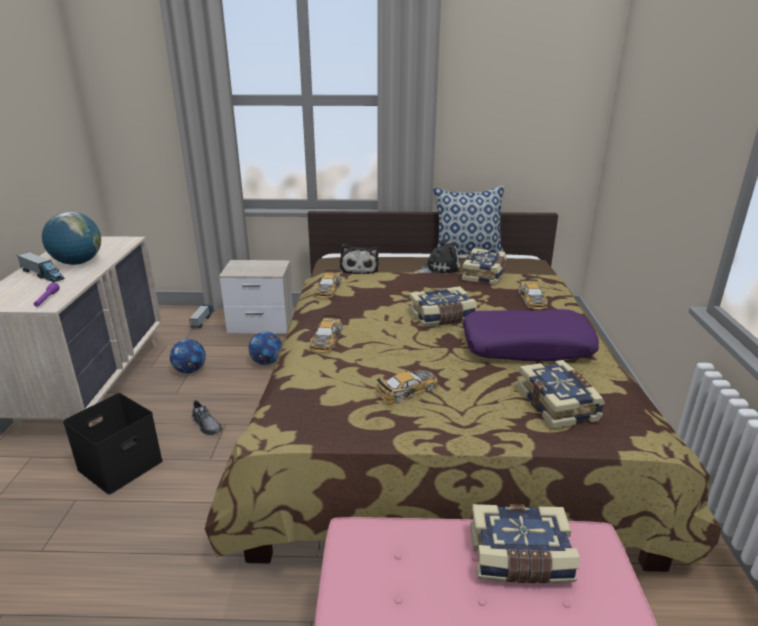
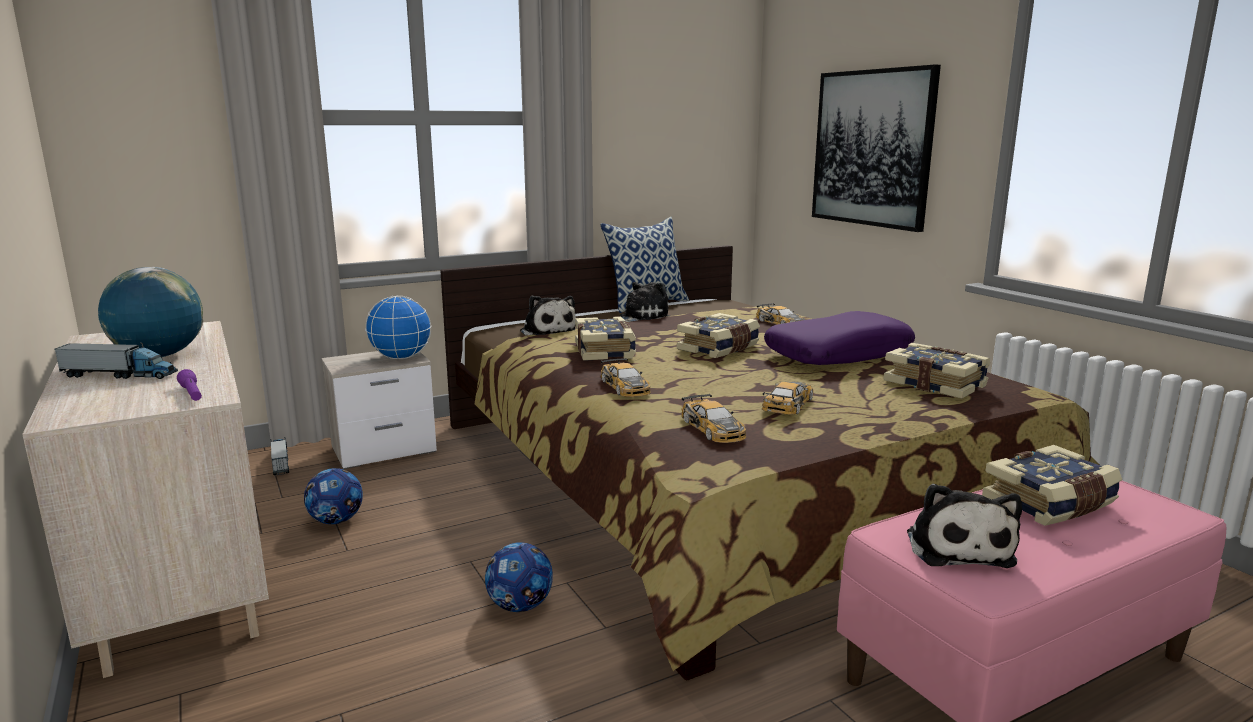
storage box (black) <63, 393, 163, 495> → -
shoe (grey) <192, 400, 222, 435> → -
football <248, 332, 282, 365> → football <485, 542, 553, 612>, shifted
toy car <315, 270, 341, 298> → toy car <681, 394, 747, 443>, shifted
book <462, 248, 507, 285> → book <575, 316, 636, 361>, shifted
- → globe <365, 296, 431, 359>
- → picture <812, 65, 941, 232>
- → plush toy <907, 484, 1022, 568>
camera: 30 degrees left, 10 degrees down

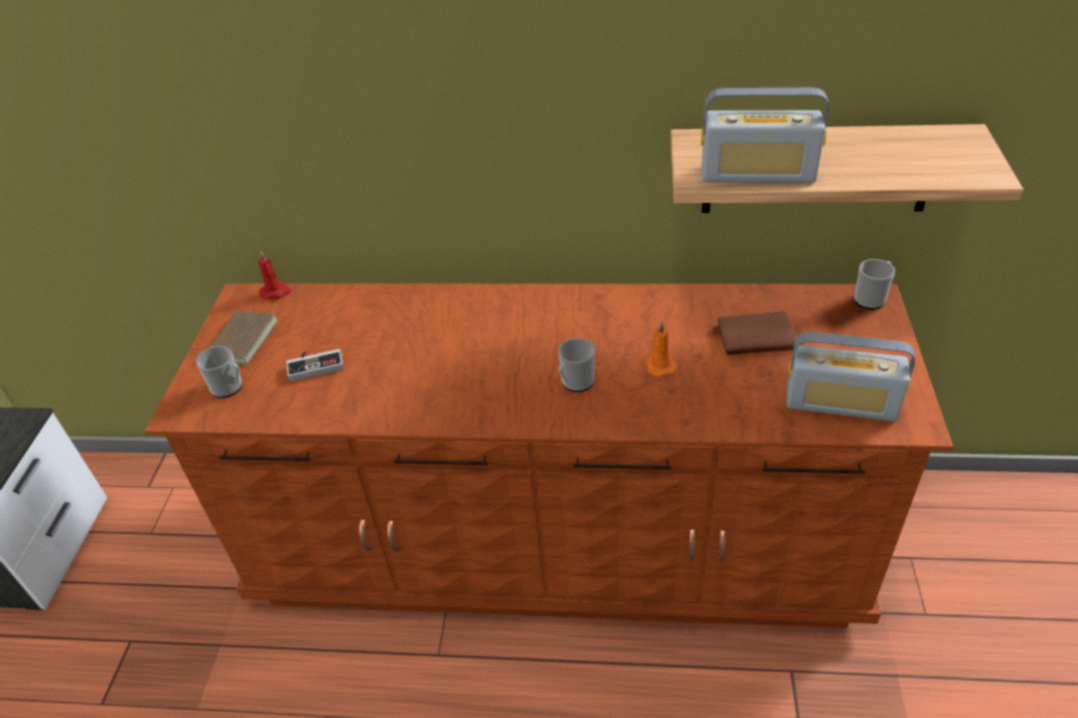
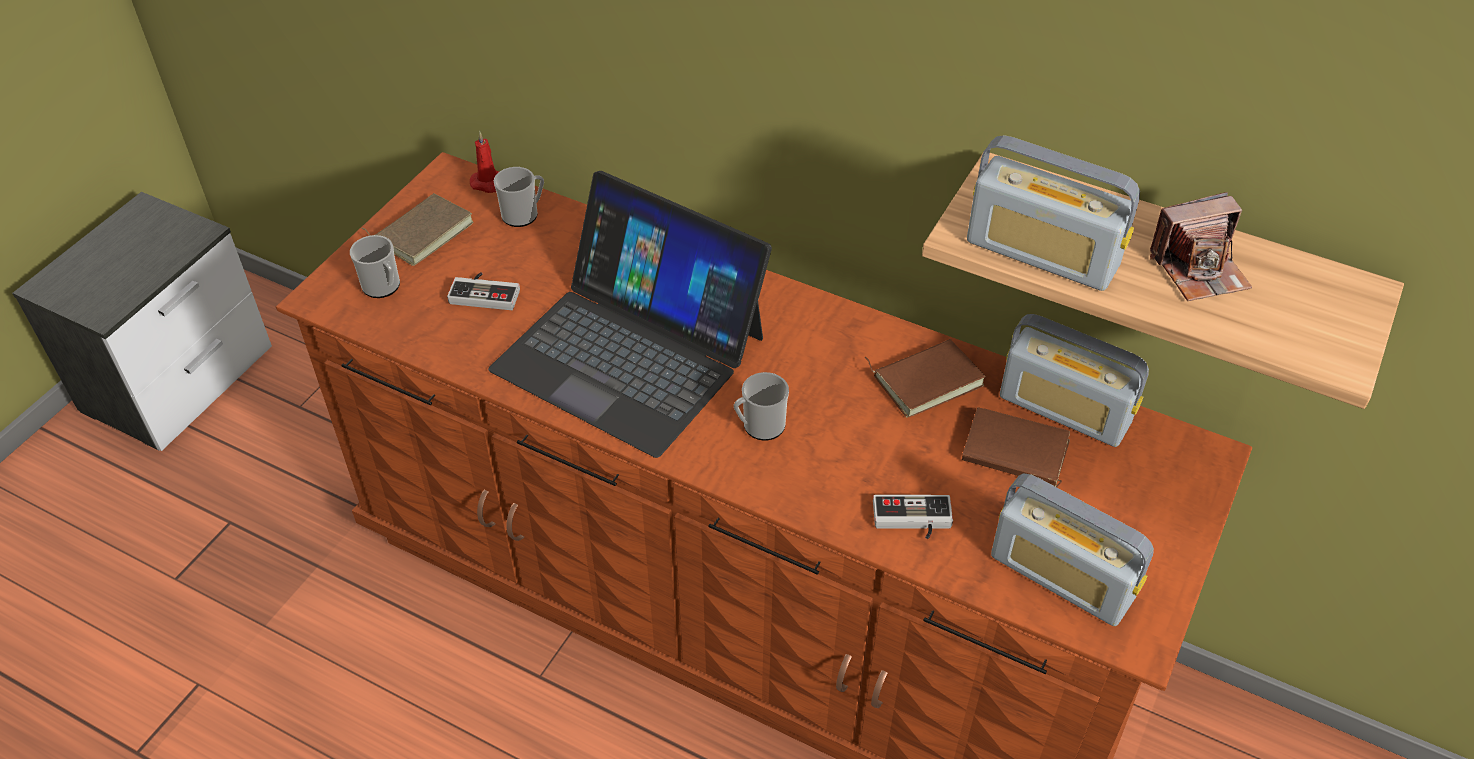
candle (orange) <645, 322, 677, 377> → -
mug <854, 259, 896, 309> → mug <494, 167, 544, 227>, shifted
- → laptop <488, 171, 772, 458>
- → book (brown) <864, 339, 985, 417>
- → game controller <873, 495, 953, 539>
- → radio <1000, 314, 1149, 447>
- → photo camera <1150, 192, 1252, 301>
camera: 20 degrees right, 5 degrees up

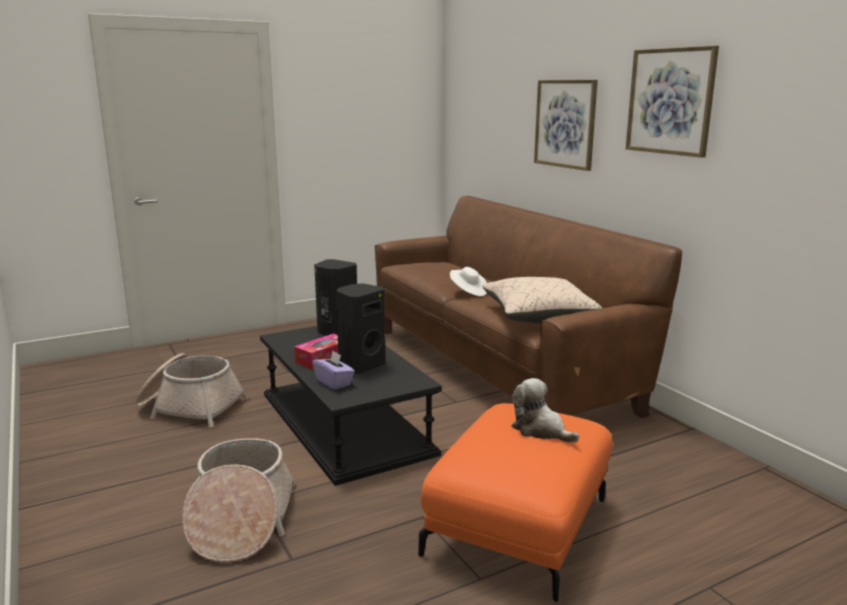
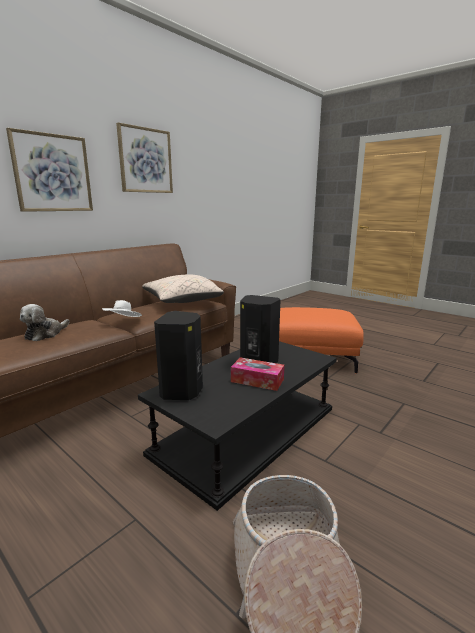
basket <182, 438, 296, 563> → -
tissue box (purple) <313, 351, 355, 390> → -
plush toy <511, 378, 579, 443> → plush toy <20, 304, 69, 341>, shifted
camera: 110 degrees left, 0 degrees up

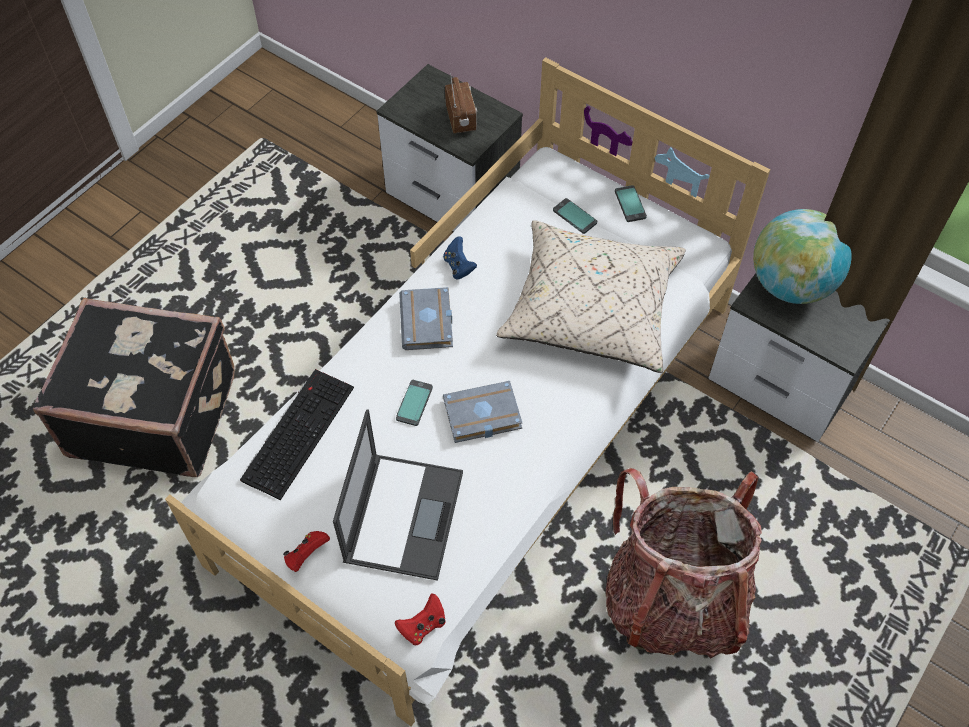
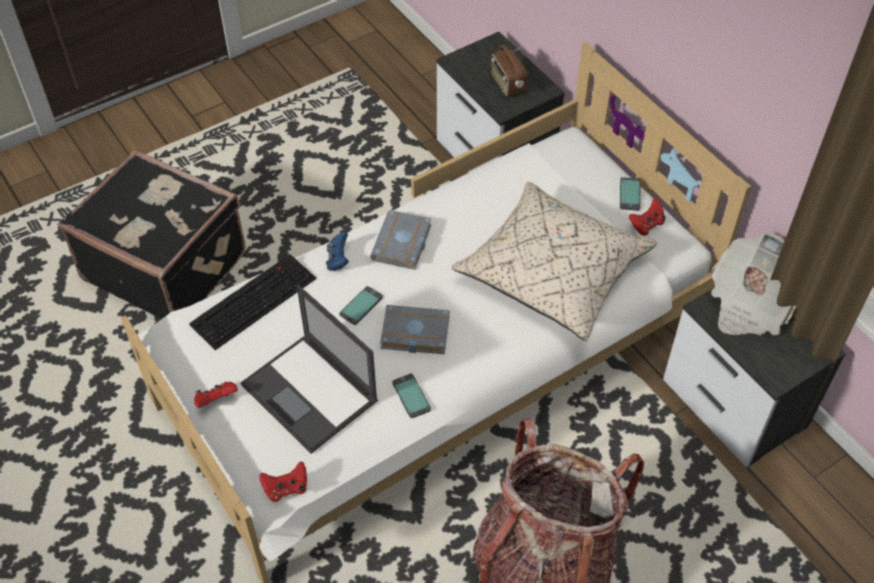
laptop <333, 409, 463, 581> → laptop <241, 285, 378, 454>, 105 degrees clockwise
game controller (blue) <443, 236, 477, 280> → game controller (blue) <326, 231, 349, 271>, shifted
radio <445, 73, 477, 133> → radio <491, 45, 528, 96>, 150 degrees clockwise
phone <553, 198, 597, 234> → phone <392, 373, 431, 418>, shifted
globe <753, 209, 852, 304> → newspaper <711, 233, 796, 336>
- → game controller (red) <629, 198, 666, 236>
camera: 20 degrees right, 5 degrees down

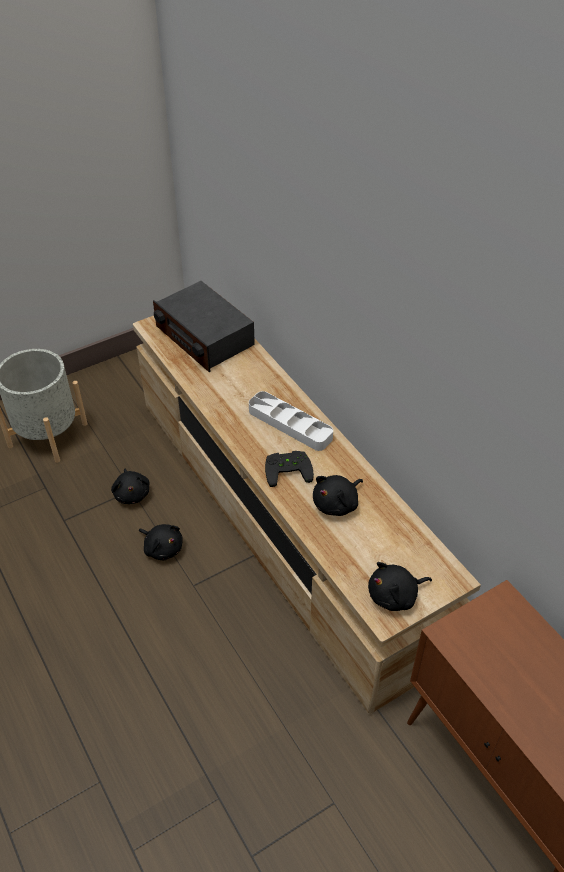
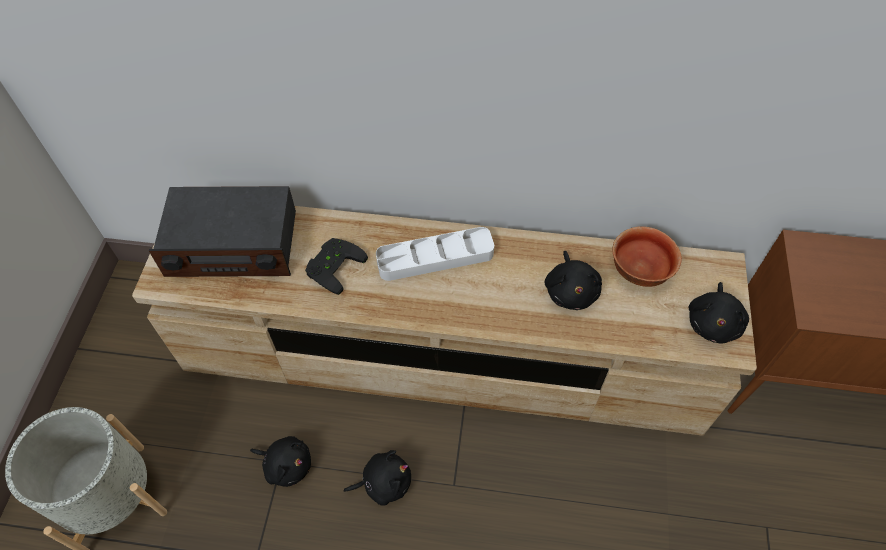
game controller (black) <265, 451, 314, 487> → game controller (black) <305, 238, 368, 295>, shifted
- → bowl <612, 226, 682, 287>
camera: 50 degrees left, 10 degrees up

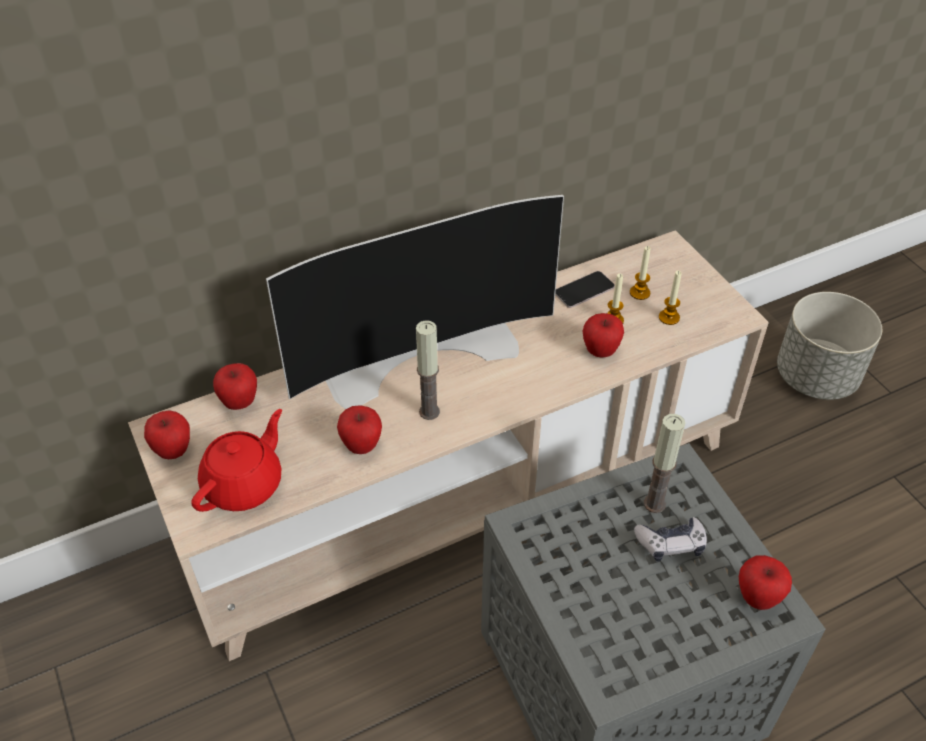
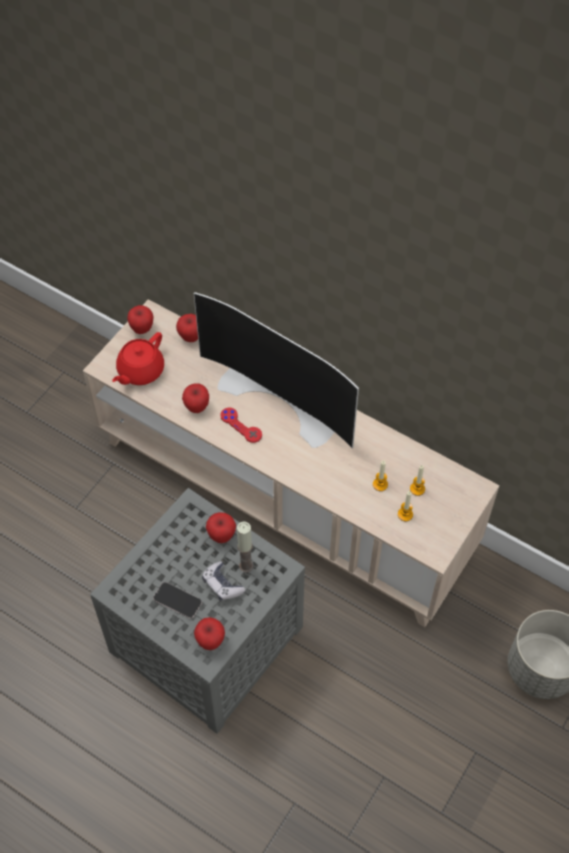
teapot (red) <191, 409, 282, 512> → teapot (red) <112, 332, 164, 385>, 120 degrees clockwise
candle <416, 320, 440, 420> → game controller (red) <220, 408, 262, 443>
phone <555, 271, 615, 308> → phone <153, 582, 202, 619>, shifted
apple <583, 313, 624, 357> → apple <206, 512, 236, 543>, shifted
camera: 60 degrees right, 10 degrees up

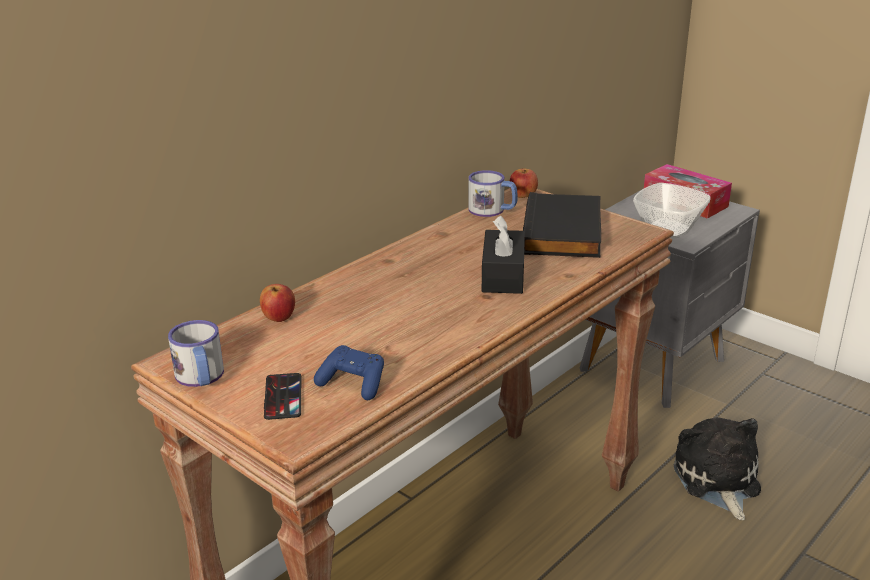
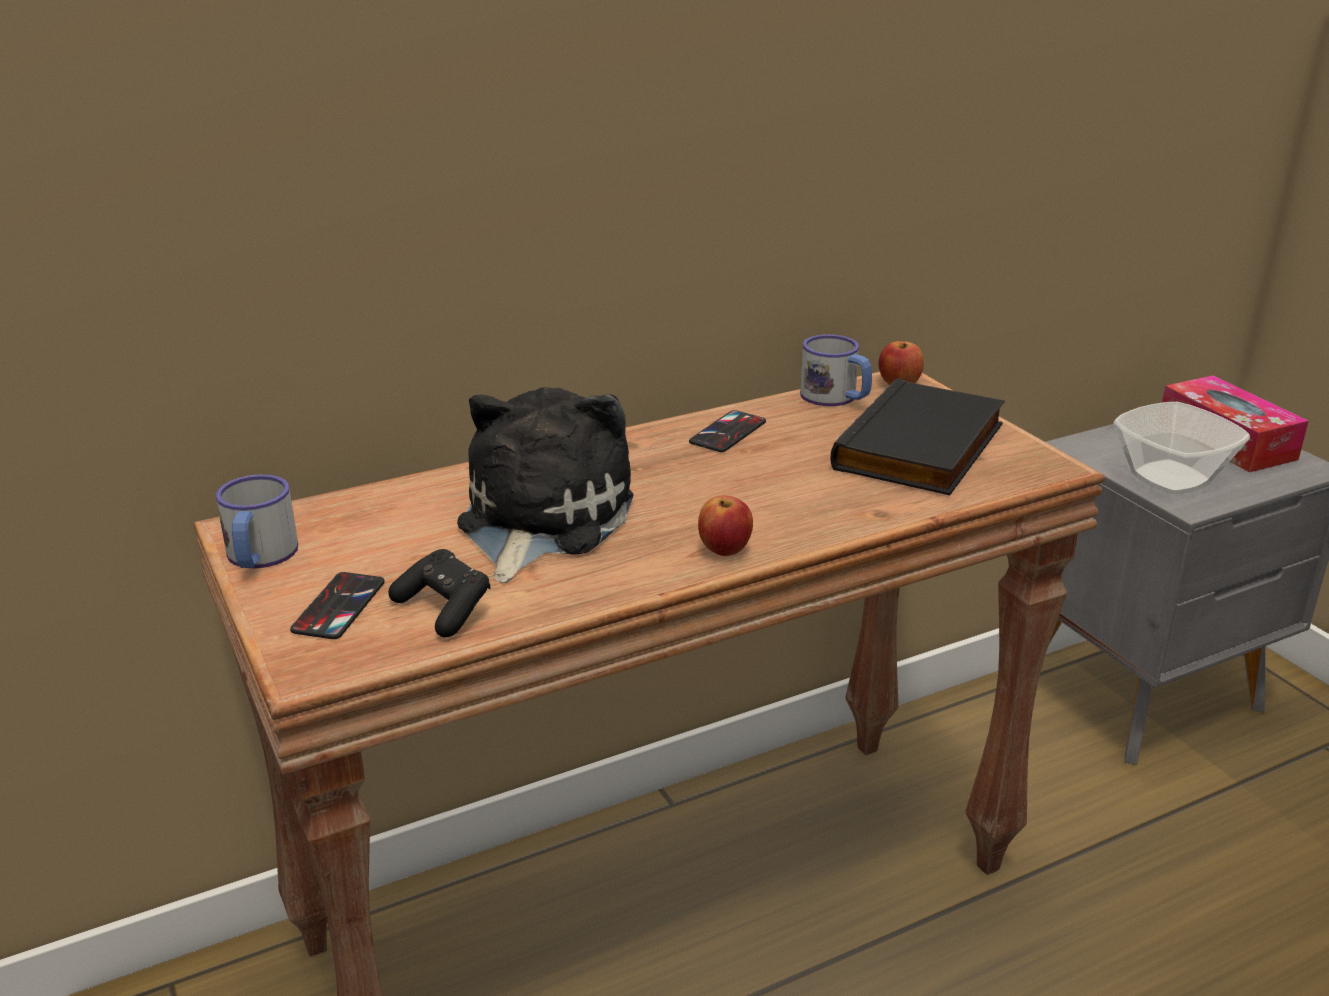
apple <260, 284, 295, 322> → apple <698, 495, 753, 556>, shifted
game controller (blue) <314, 345, 384, 400> → game controller (black) <388, 549, 491, 637>
tissue box (black) <482, 216, 525, 294> → -
plush toy <674, 417, 761, 520> → plush toy <457, 387, 634, 583>, shifted
- → phone <689, 410, 766, 452>
camera: 20 degrees right, 0 degrees up

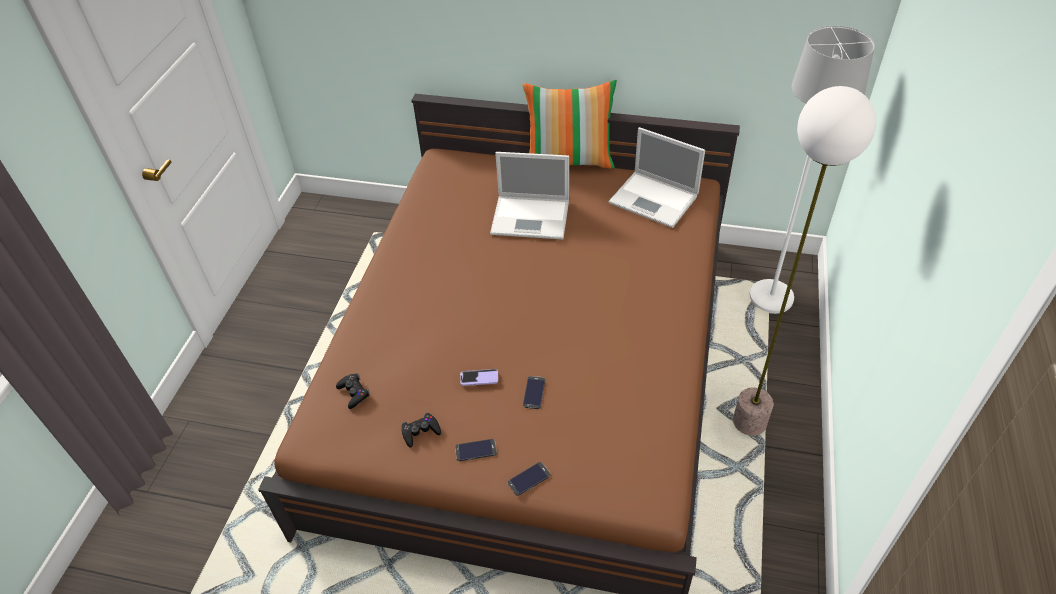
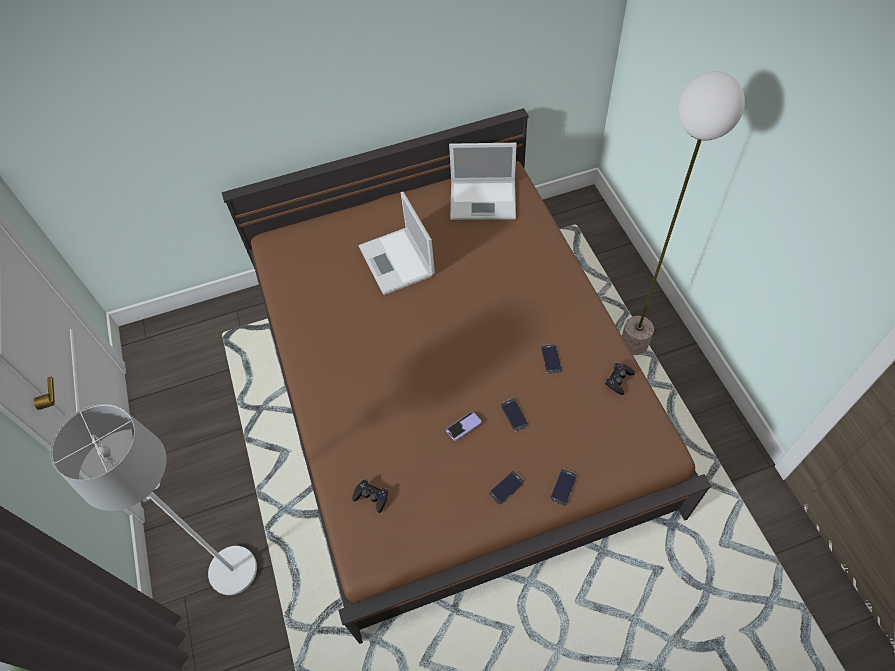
game controller (black) <402, 412, 441, 448> → game controller (black) <604, 363, 635, 395>, shifted
laptop <490, 152, 569, 239> → laptop <358, 192, 435, 295>, 90 degrees clockwise
pillow <523, 80, 617, 169> → -
floor lamp (white) <750, 26, 875, 314> → floor lamp (white) <50, 404, 257, 595>, shifted
- → phone <541, 344, 562, 374>
camera: 30 degrees left, 10 degrees up

